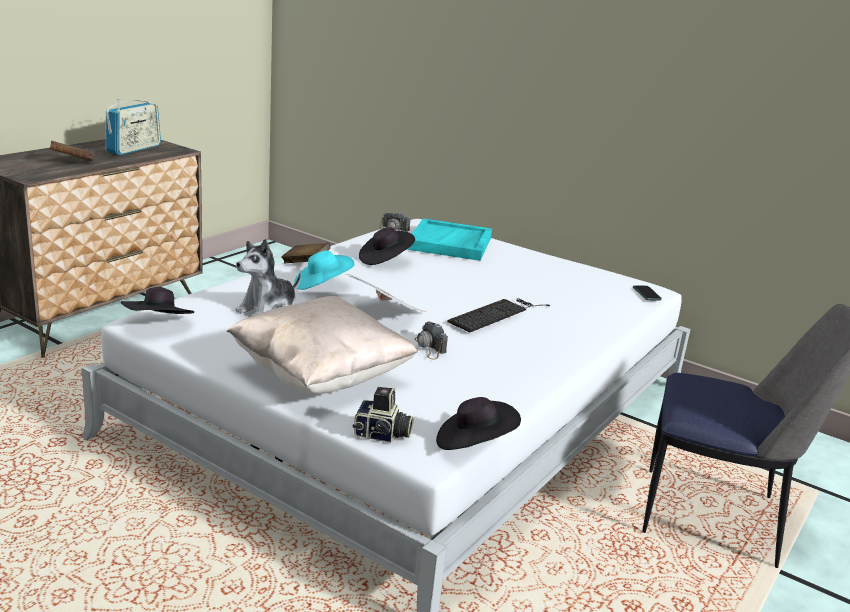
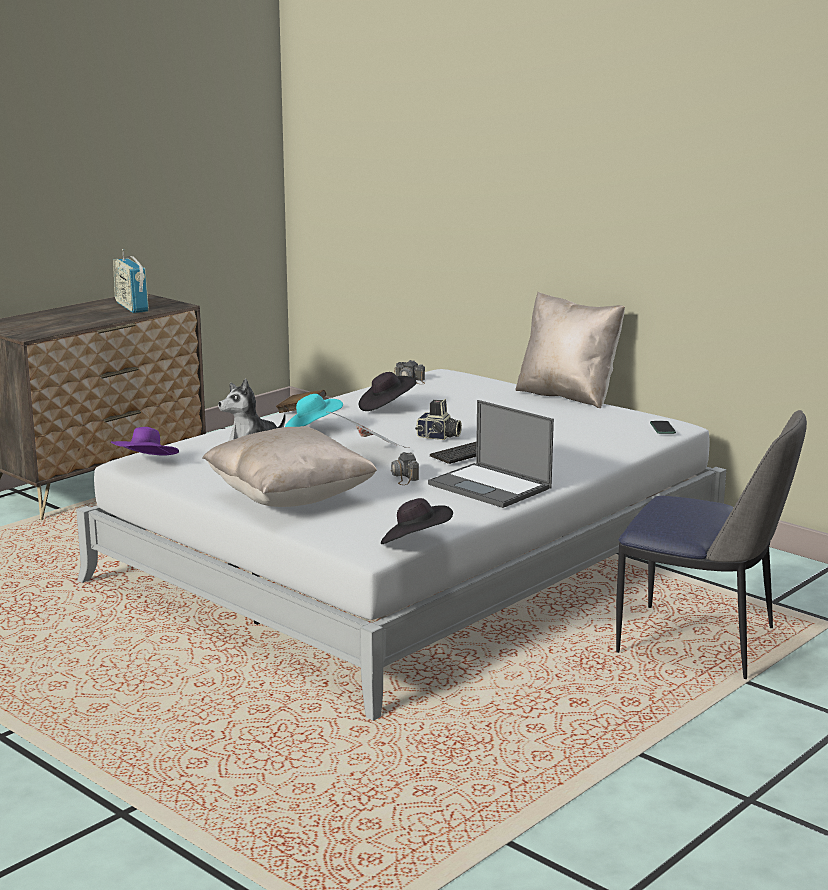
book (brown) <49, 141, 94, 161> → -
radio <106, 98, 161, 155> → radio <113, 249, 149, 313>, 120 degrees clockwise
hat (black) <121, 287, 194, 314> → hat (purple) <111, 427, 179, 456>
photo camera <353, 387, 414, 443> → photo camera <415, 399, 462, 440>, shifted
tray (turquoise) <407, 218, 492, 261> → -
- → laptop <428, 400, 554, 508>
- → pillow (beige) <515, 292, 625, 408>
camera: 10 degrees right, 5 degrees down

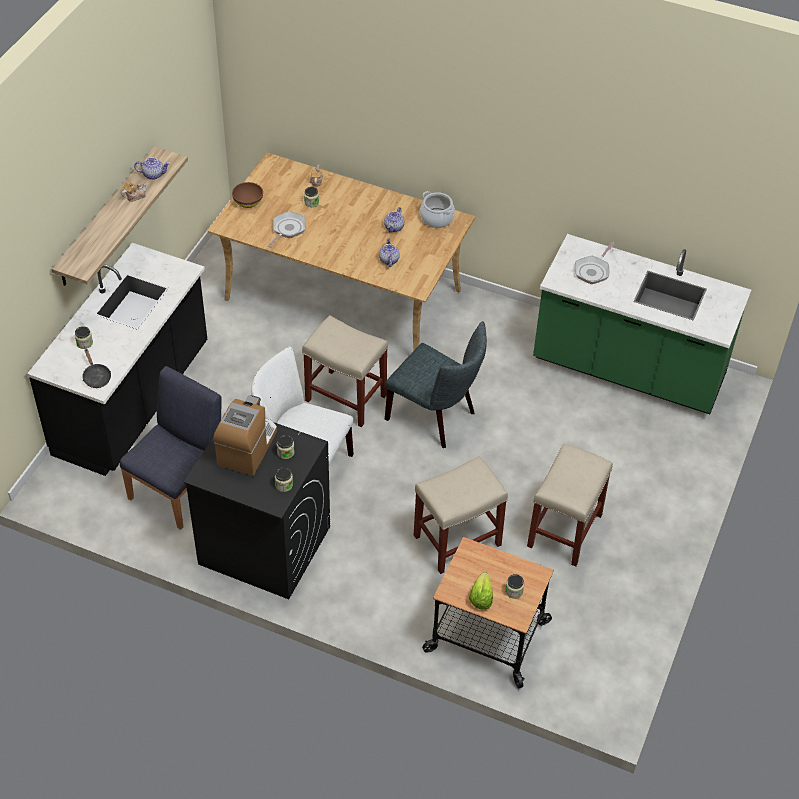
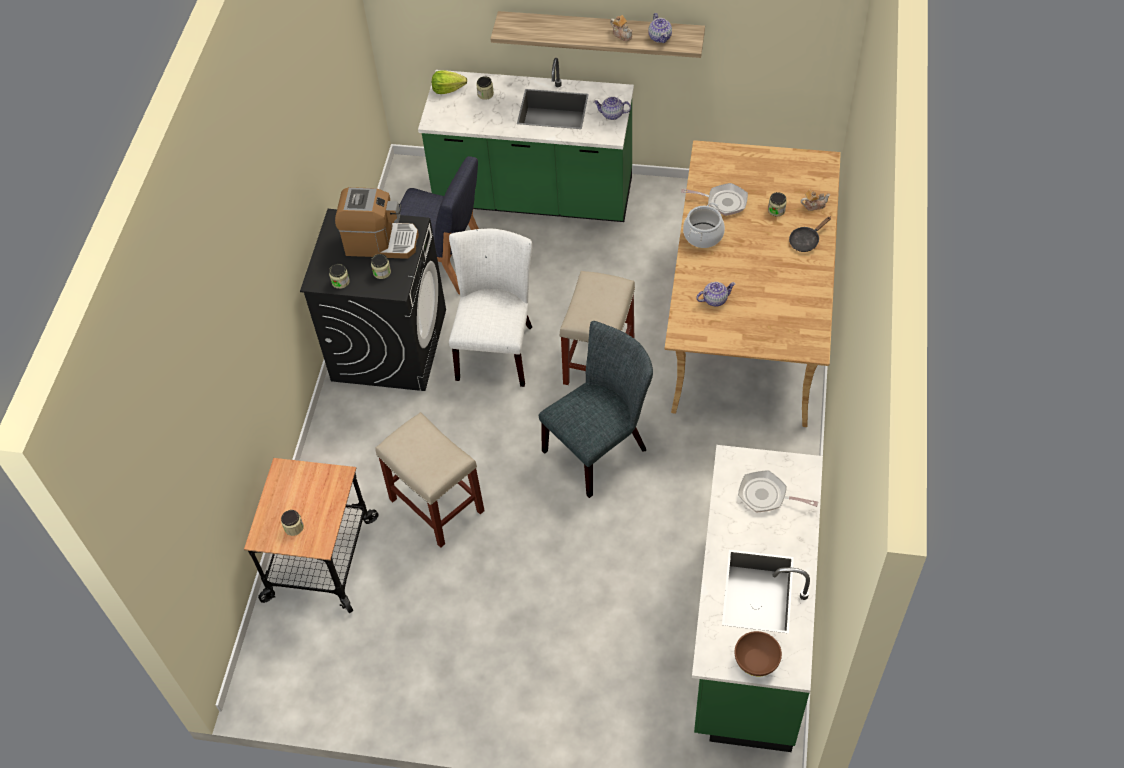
counter (black) <27, 243, 207, 476> → counter (green) <418, 58, 634, 222>
frying pan (black) <82, 348, 111, 388> → frying pan (black) <789, 217, 831, 252>, shifted
bowl (brown) <232, 182, 263, 208> → bowl (brown) <735, 631, 782, 677>, shifted
teapot <384, 207, 404, 232> → teapot <594, 96, 631, 120>, shifted
chair (grey) <385, 321, 487, 448> → chair (grey) <539, 321, 653, 498>, 150 degrees counterclockwise
cooking pot <420, 191, 455, 228> → cooking pot <683, 202, 725, 248>, shifted
lettuce <469, 572, 493, 610> → lettuce <432, 70, 467, 94>, shifted
stool (beige) <527, 444, 613, 566> → -
camera: 80 degrees right, 5 degrees up

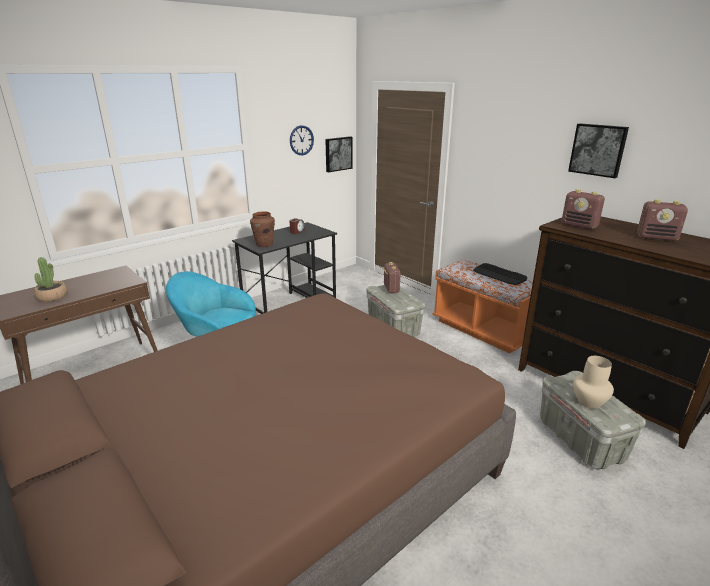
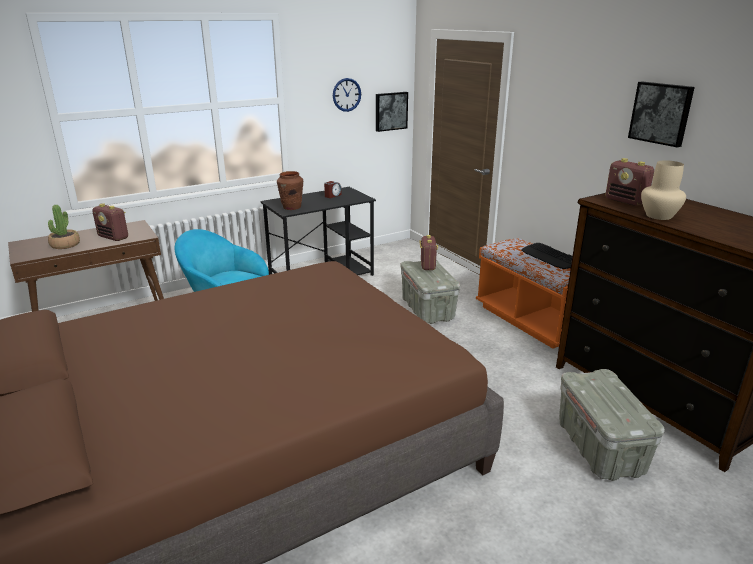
vase (beige) <573, 356, 614, 409> → vase (beige) <641, 160, 686, 220>, shifted
radio <637, 199, 688, 241> → radio <92, 203, 128, 241>, shifted
camera: 10 degrees right, 0 degrees up

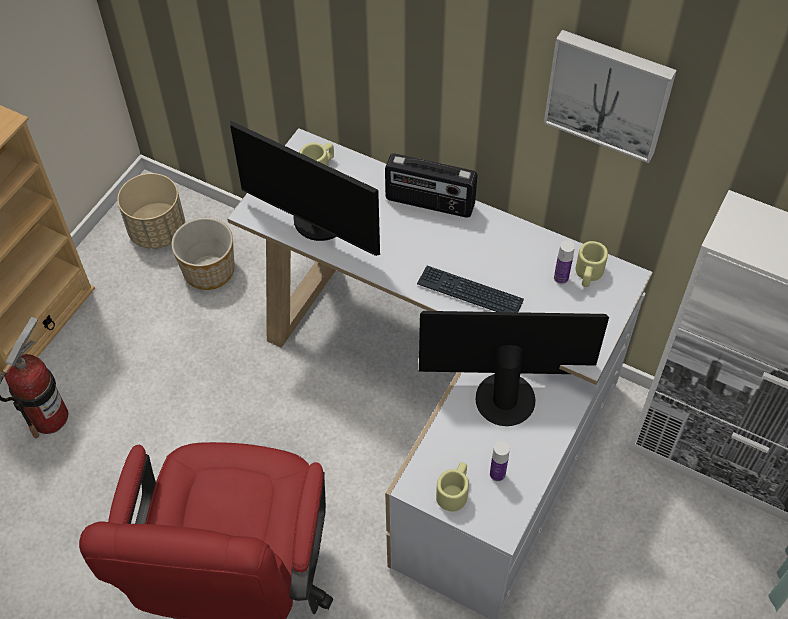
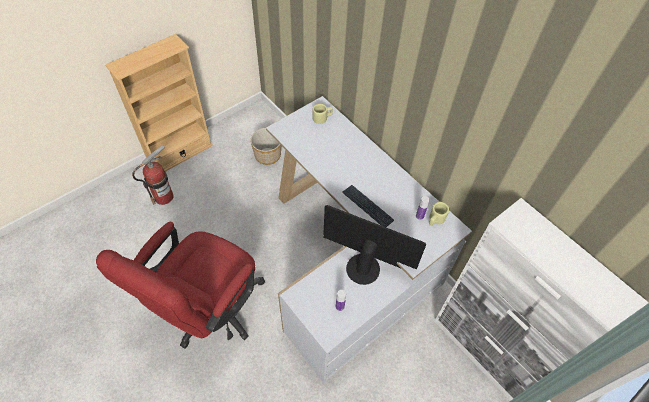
planter (beige) <118, 173, 185, 249> → -
monitor <230, 120, 380, 256> → -
radio <385, 153, 477, 218> → -
mug (beige) <436, 462, 469, 512> → -
picture <544, 30, 677, 163> → -
camera: 20 degrees right, 0 degrees up

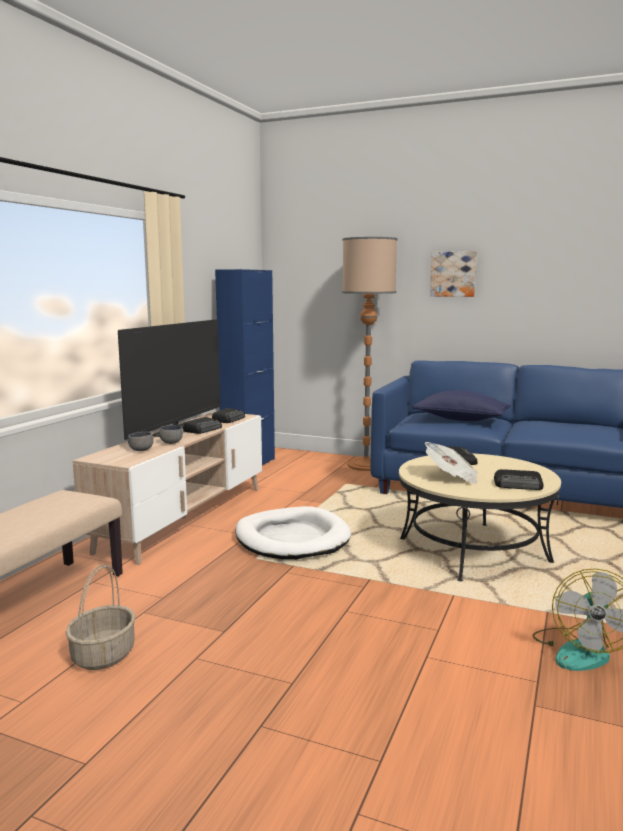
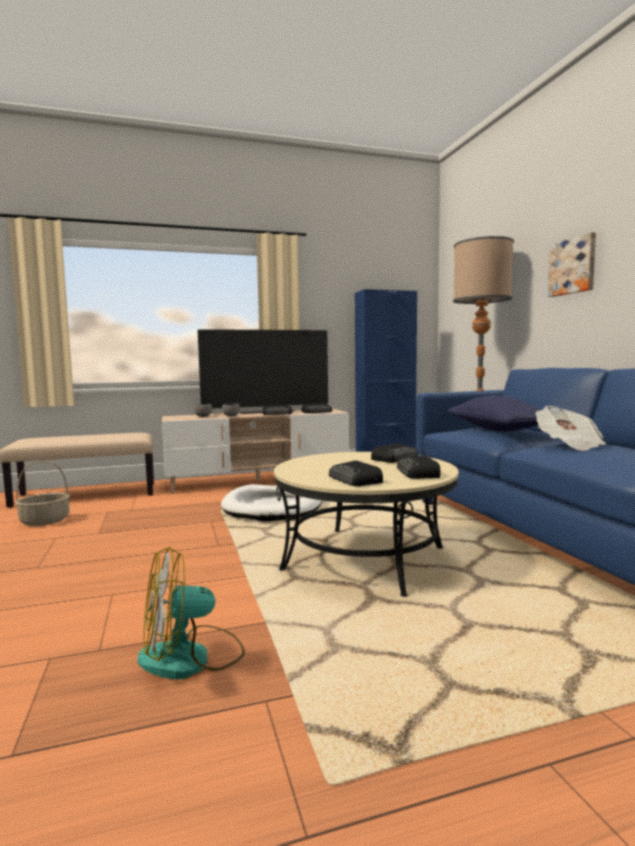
newspaper <425, 442, 478, 484> → newspaper <535, 406, 606, 451>, shifted
- → radio <397, 455, 441, 479>
camera: 50 degrees right, 5 degrees down

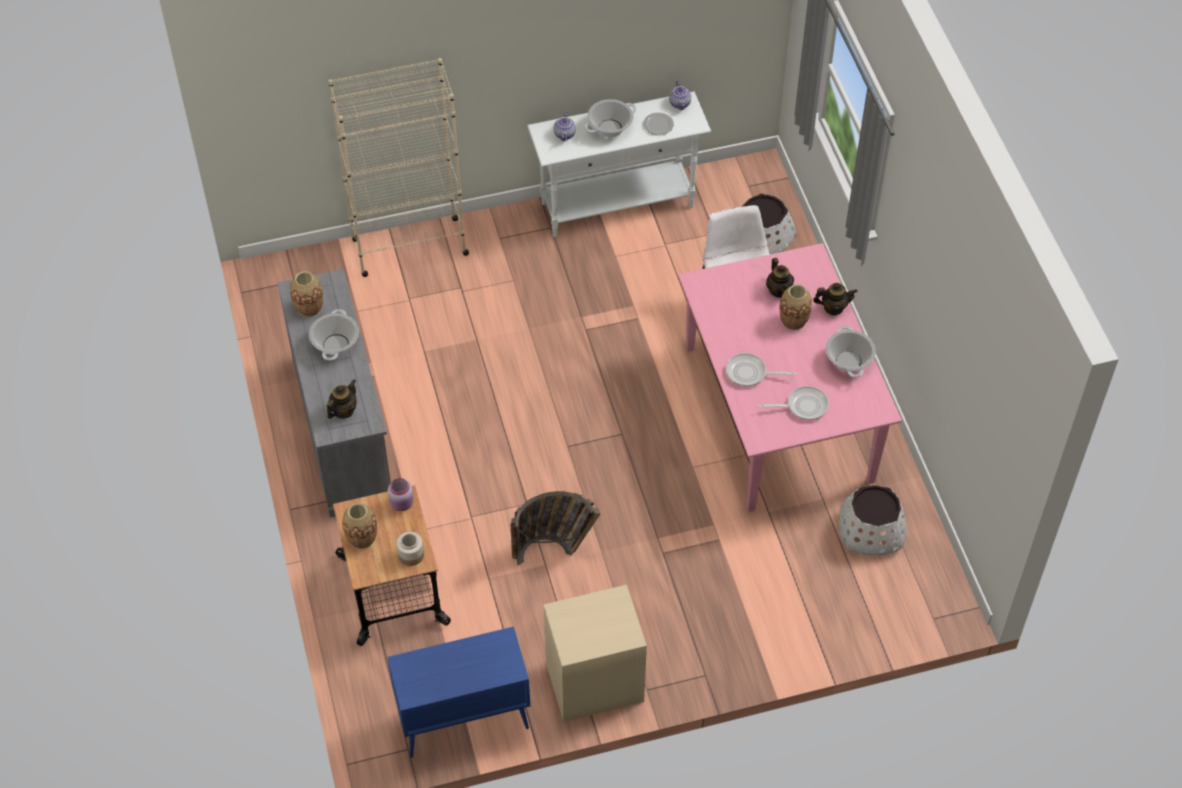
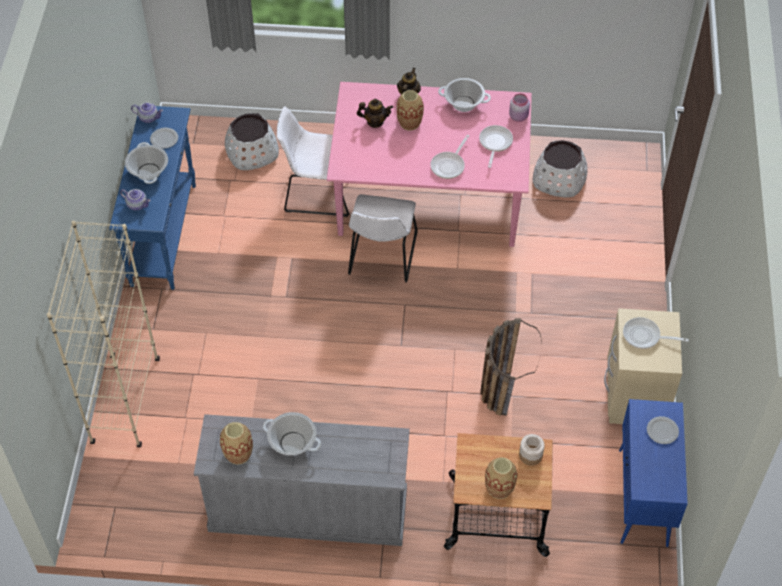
teapot <327, 379, 357, 419> → -
jar (pink) <388, 478, 414, 511> → jar (pink) <509, 93, 530, 122>, shifted
console table (white) <527, 91, 711, 237> → console table (blue) <109, 106, 196, 290>
- → chair (white) <348, 194, 418, 282>
- → frying pan <623, 317, 689, 349>
- → plate <647, 416, 679, 444>
camera: 70 degrees left, 0 degrees up

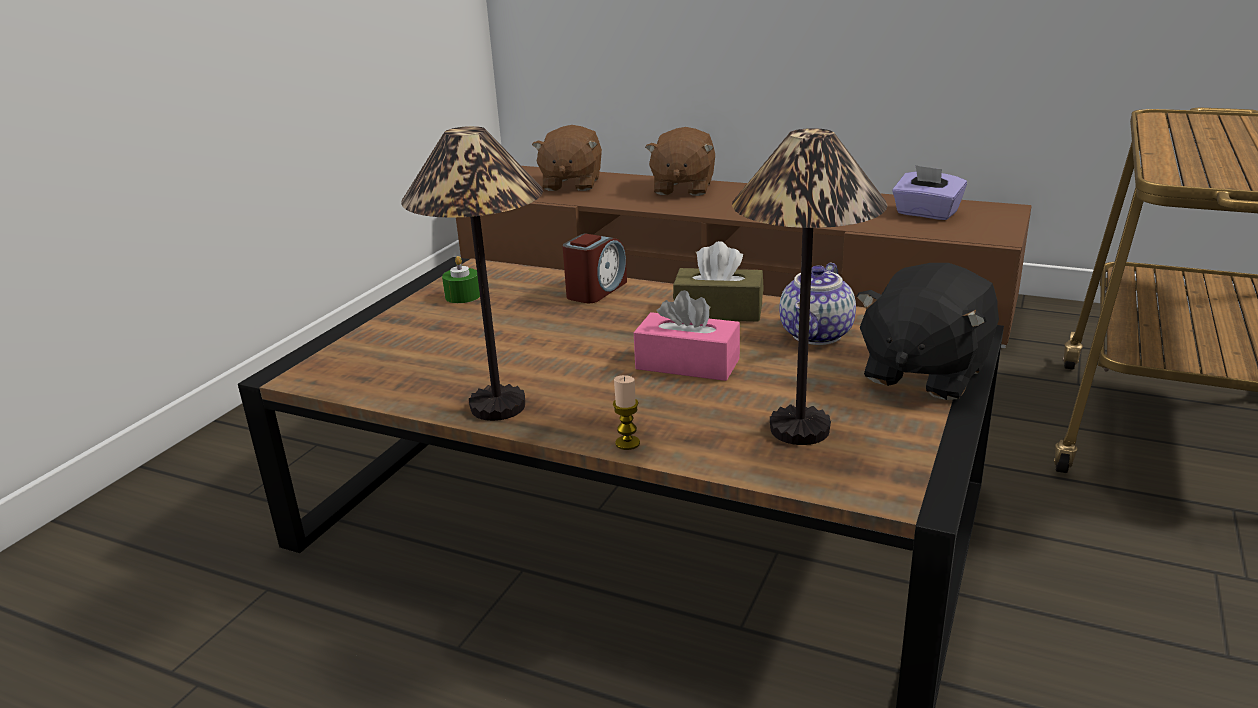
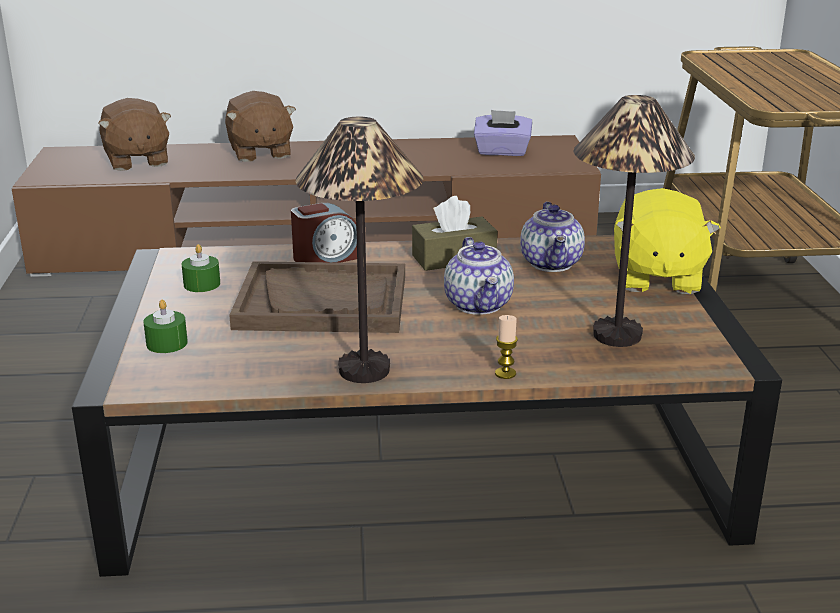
alarm clock <562, 233, 627, 303> → alarm clock <291, 203, 357, 263>, 60 degrees clockwise
tissue box (pink) <634, 290, 740, 381> → teapot <444, 237, 514, 315>
plush toy (black) <856, 263, 999, 400> → plush toy (yellow) <614, 188, 721, 294>
- → candle (green) <143, 300, 188, 353>
- → tray (brown) <229, 261, 405, 333>
camera: 30 degrees left, 0 degrees up

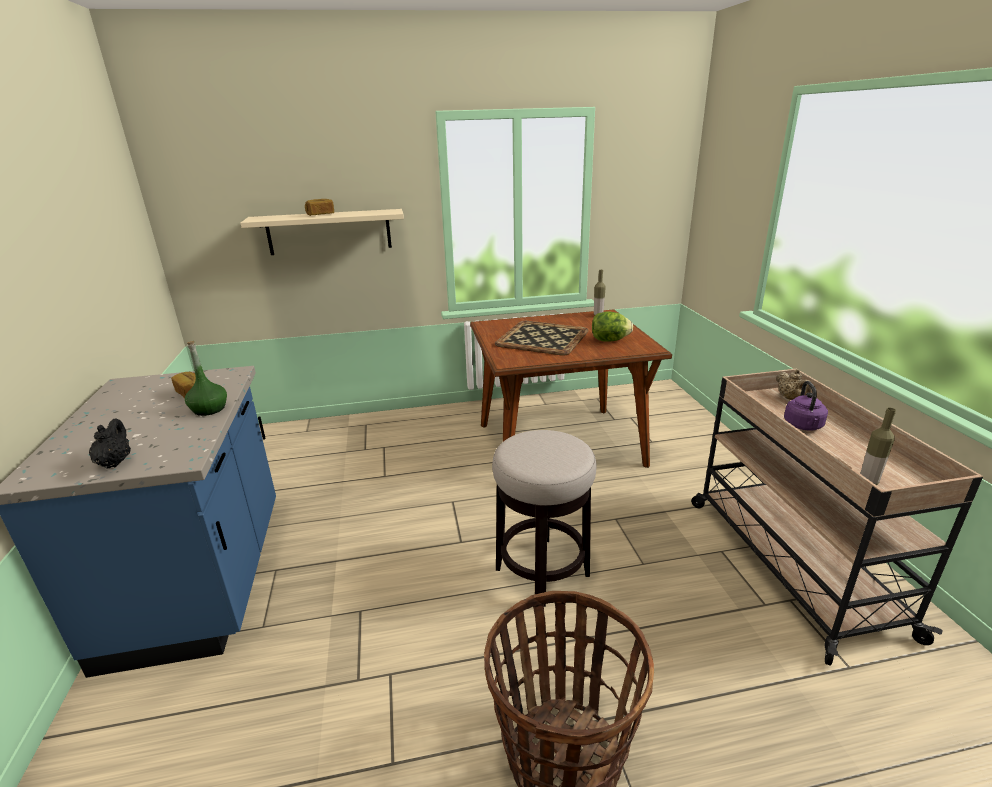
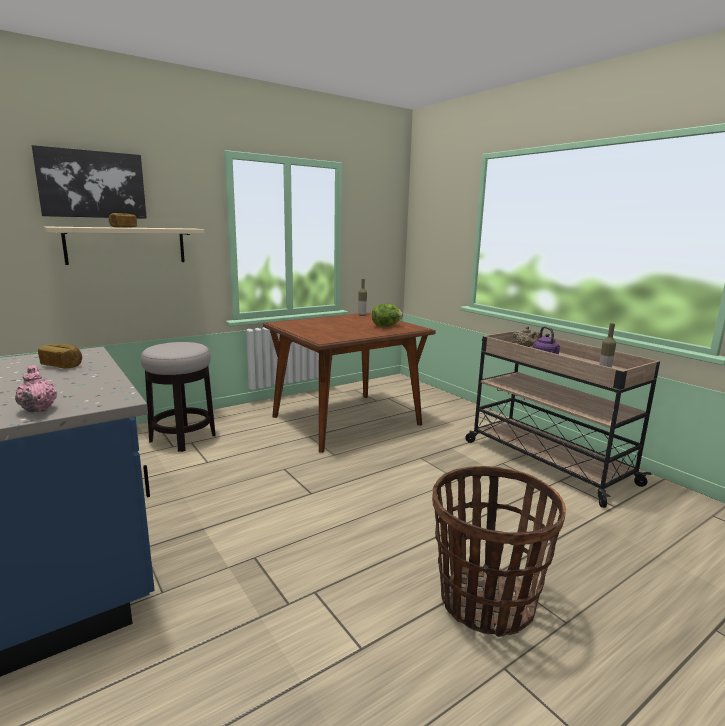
teapot (black) <89, 419, 131, 469> → teapot (pink) <15, 365, 57, 412>
bottle (green) <185, 341, 227, 416> → -
stool <492, 430, 596, 607> → stool <141, 342, 216, 452>, shifted
tray <495, 321, 589, 356> → -
- → picture <32, 145, 147, 219>
camera: 25 degrees left, 10 degrees down

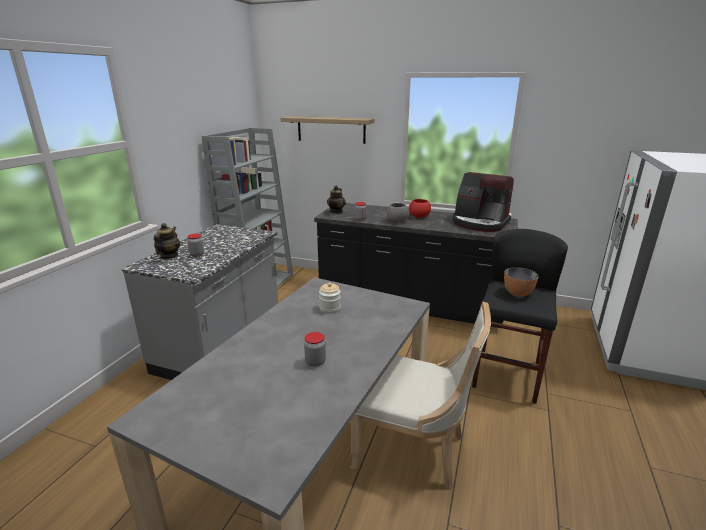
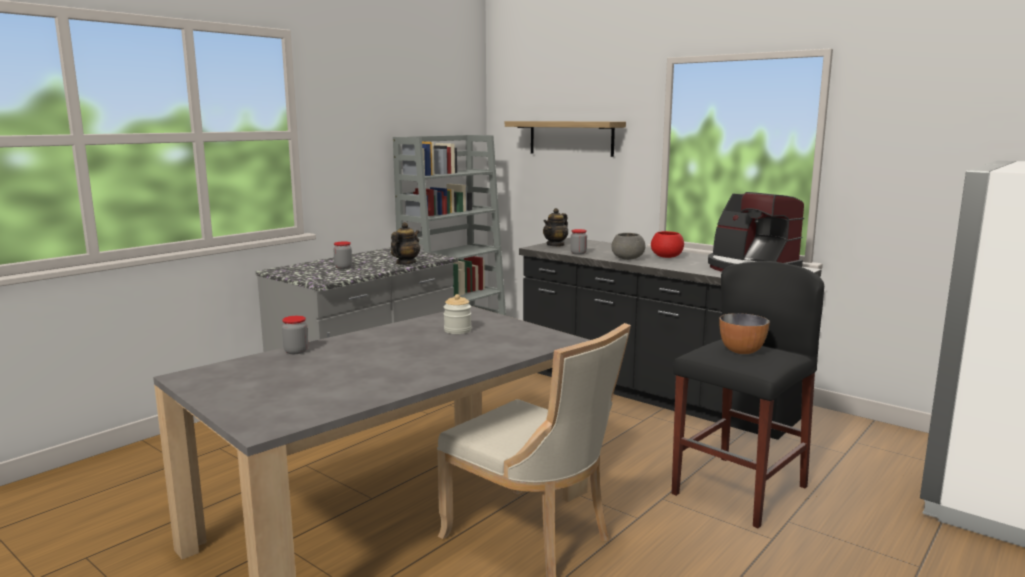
teapot <154, 223, 180, 259> → teapot <391, 222, 420, 264>, shifted
jar <304, 332, 326, 367> → jar <282, 316, 308, 354>, shifted
camera: 20 degrees right, 10 degrees down

